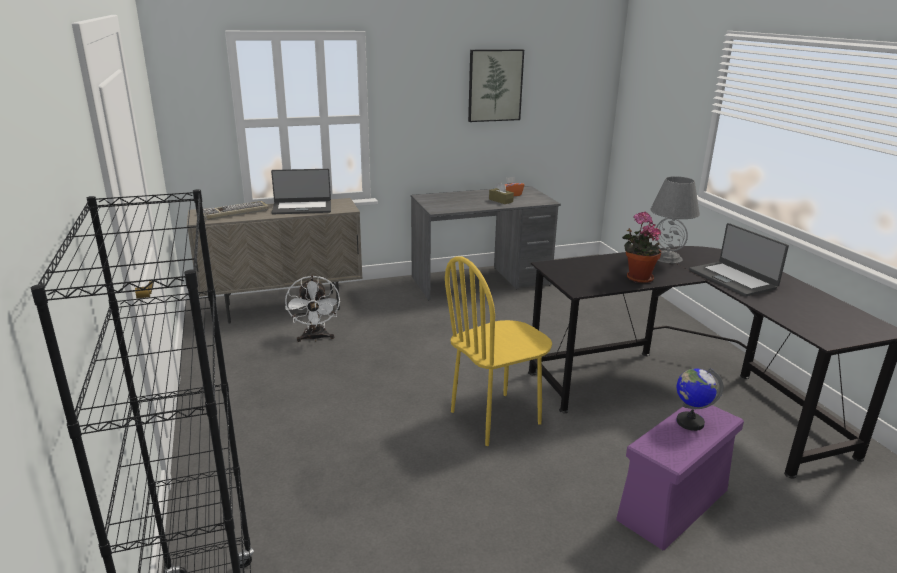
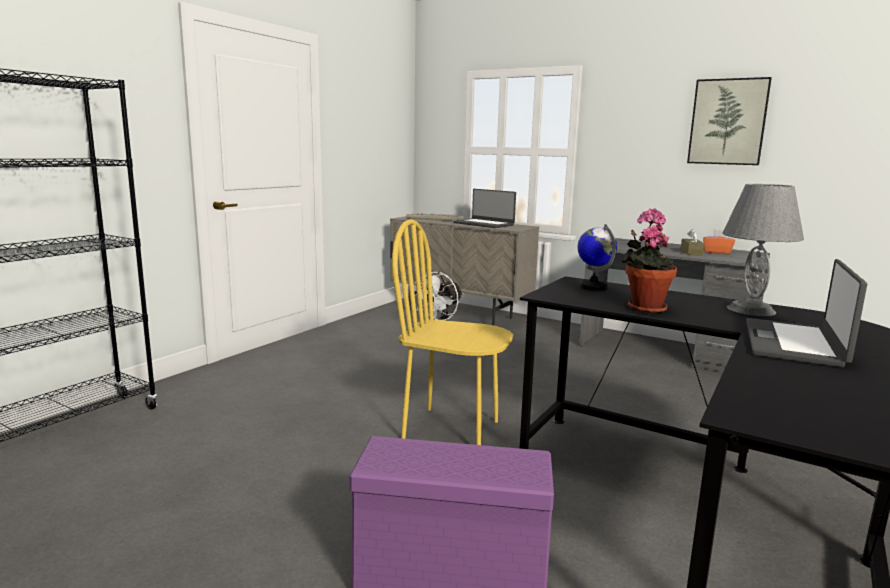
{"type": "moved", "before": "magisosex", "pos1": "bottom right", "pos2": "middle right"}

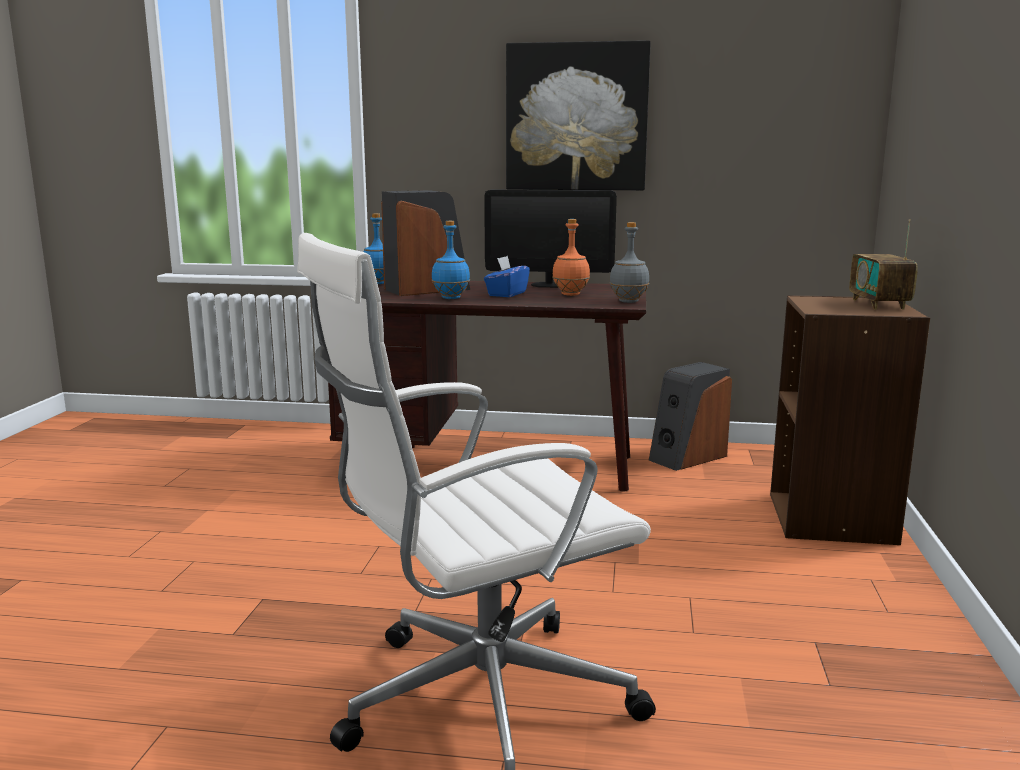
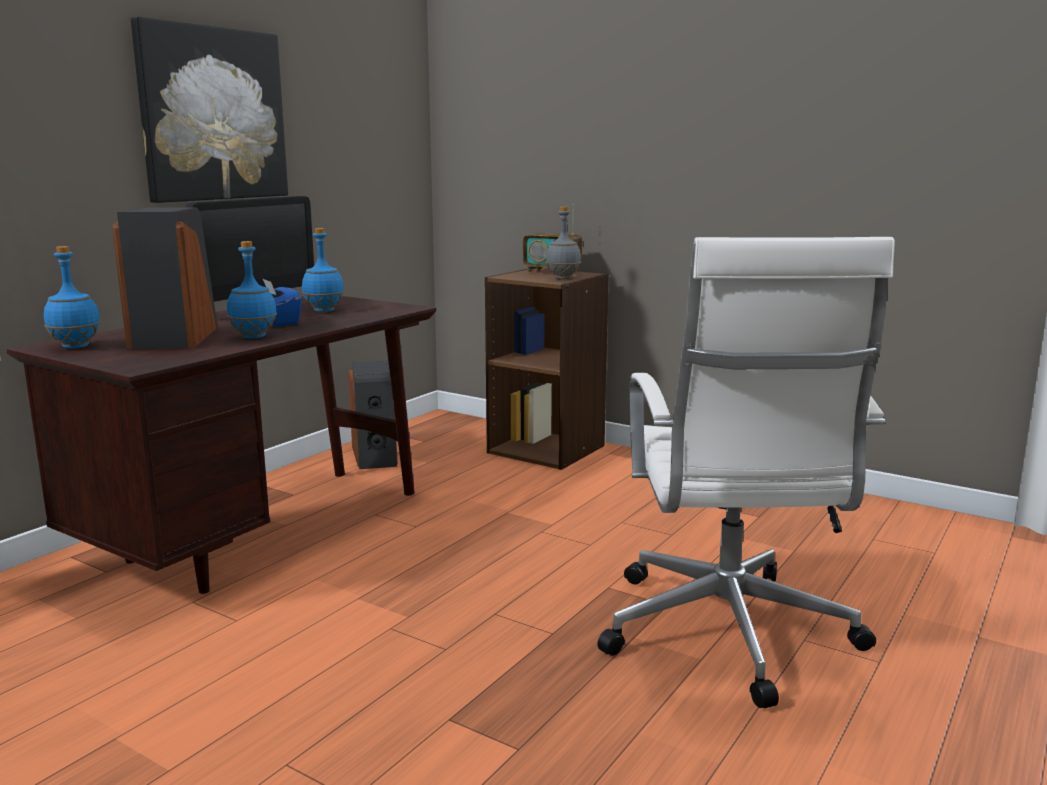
{"type": "recoloured", "before": "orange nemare", "after": "blue nemare (3rd from left)", "pos1": "centre", "pos2": "middle left"}
{"type": "moved", "before": "grey nemare", "pos1": "centre", "pos2": "top centre"}

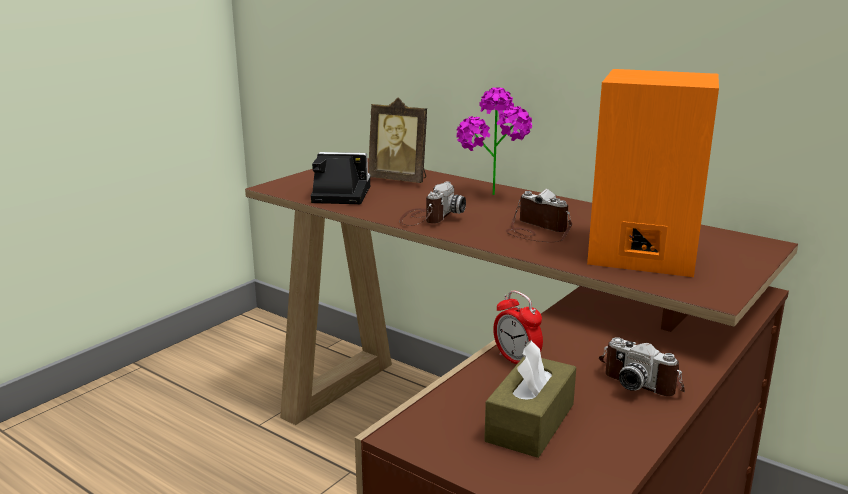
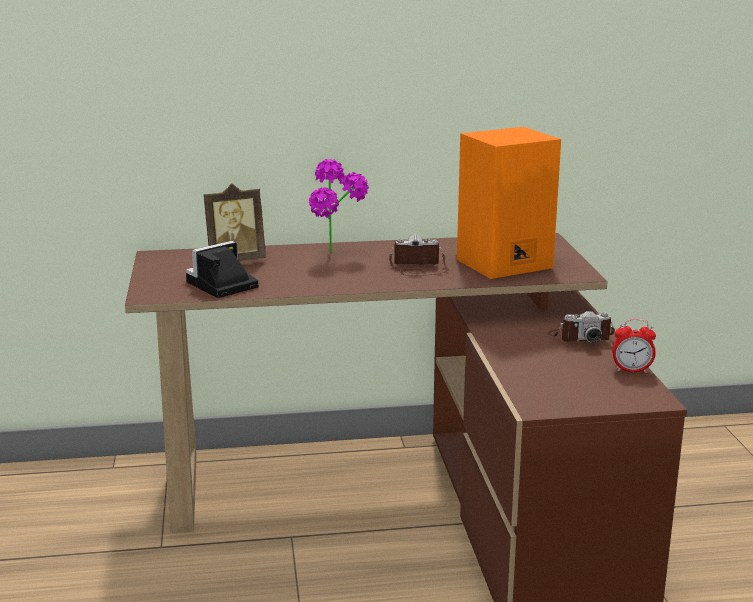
{"type": "removed", "before": "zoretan (2nd from left)", "pos1": "centre"}
{"type": "removed", "before": "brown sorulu", "pos1": "bottom centre"}
{"type": "moved", "before": "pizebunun", "pos1": "centre", "pos2": "middle right"}

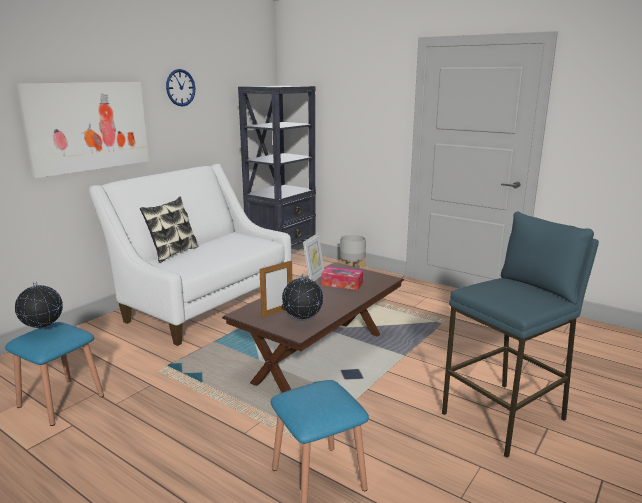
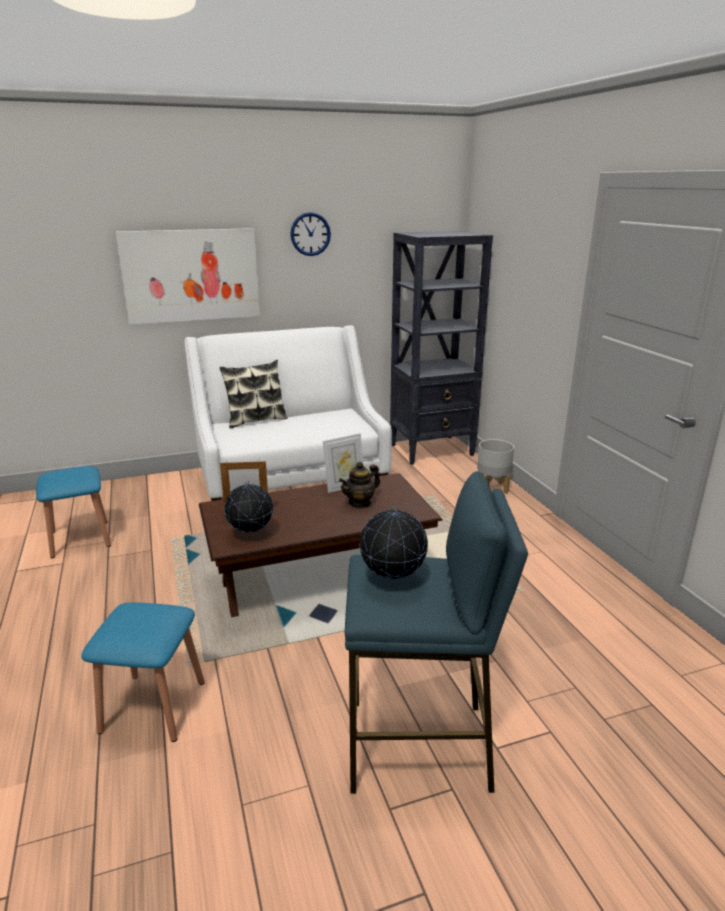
{"type": "moved", "before": "magisosex (1st from left in the first image)", "after": "magisosex (2nd from left)", "pos1": "middle left", "pos2": "centre"}
{"type": "replaced", "before": "sorulu", "after": "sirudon", "pos1": "centre", "pos2": "centre"}

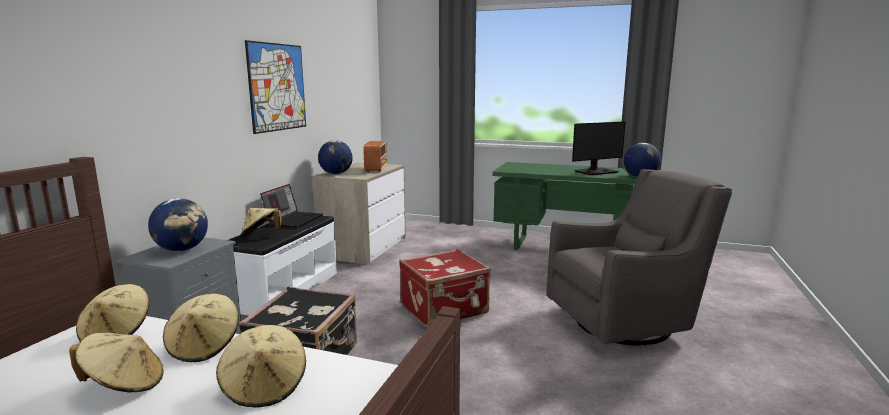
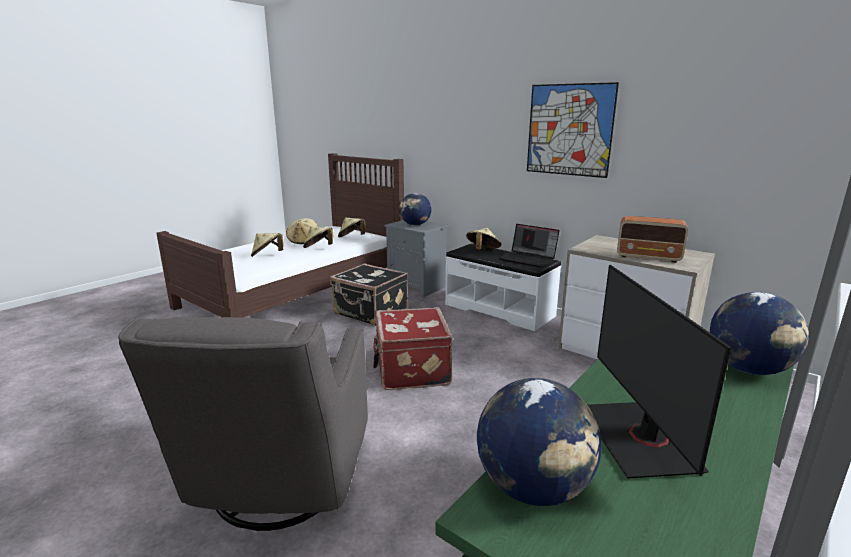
{"type": "moved", "before": "magisosex (2nd from left in the first image)", "after": "magisosex (3rd from left)", "pos1": "centre", "pos2": "middle right"}

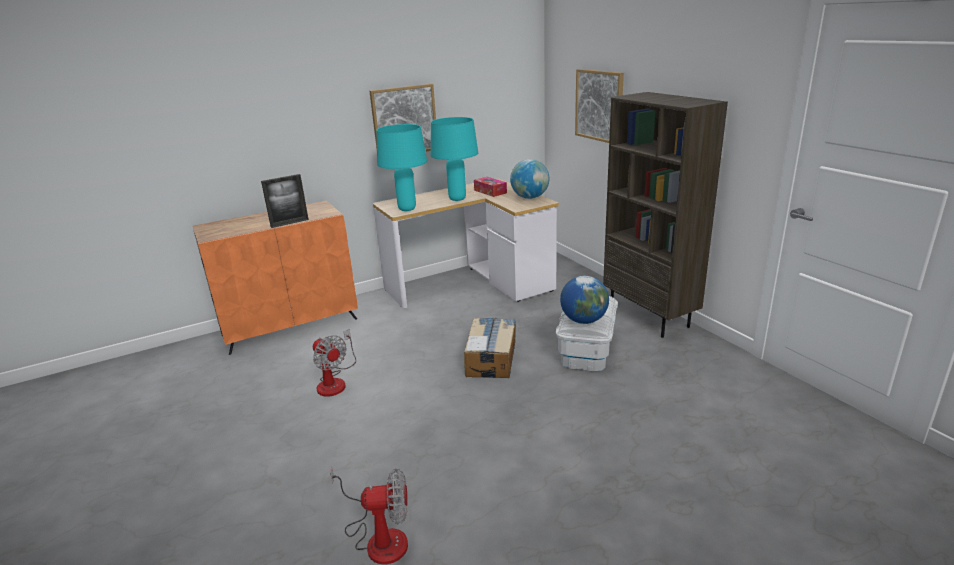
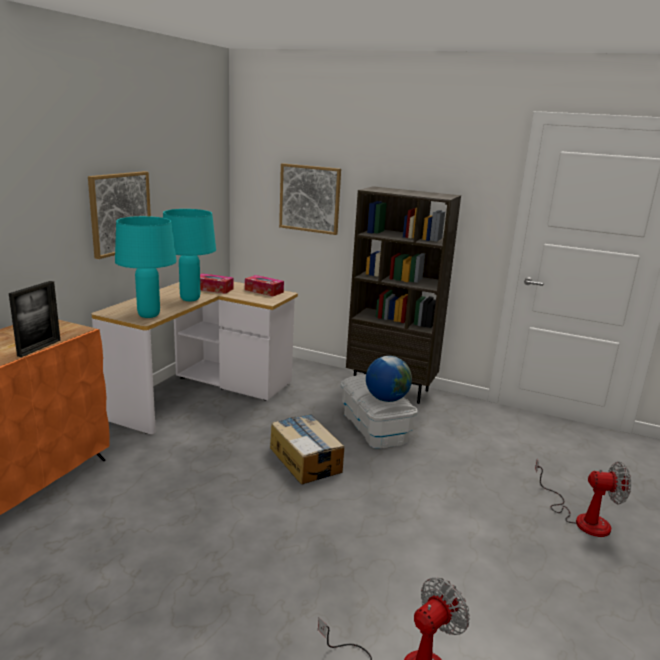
{"type": "moved", "before": "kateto (1st from left in the first image)", "after": "kateto (2nd from left)", "pos1": "centre", "pos2": "bottom right"}
{"type": "replaced", "before": "magisosex (1st from left)", "after": "sorulu (2nd from left)", "pos1": "top centre", "pos2": "centre"}

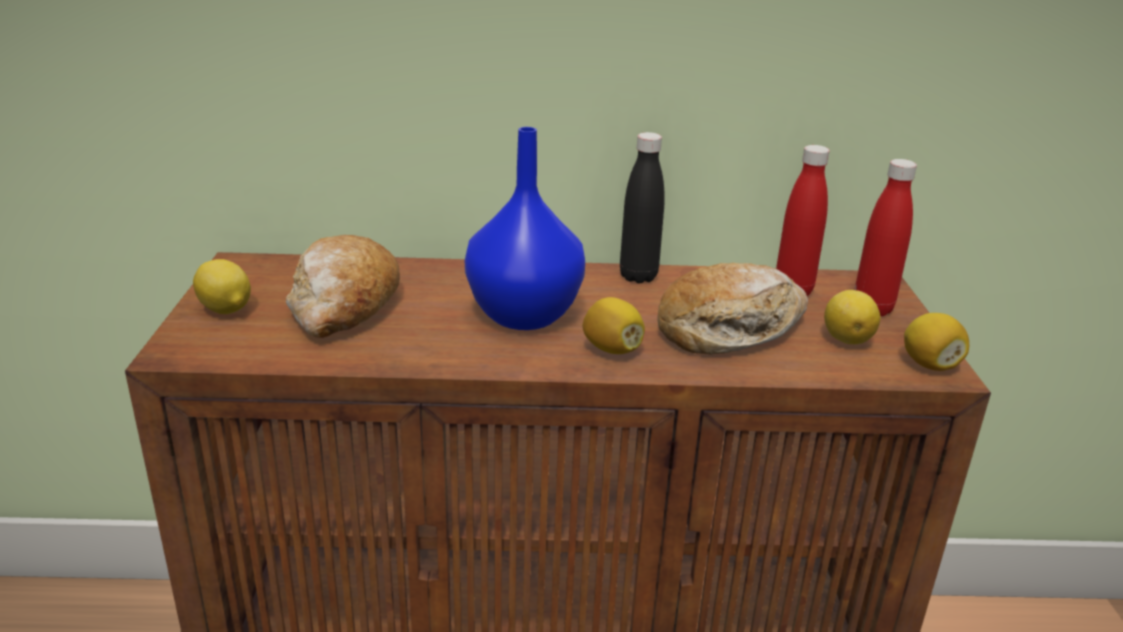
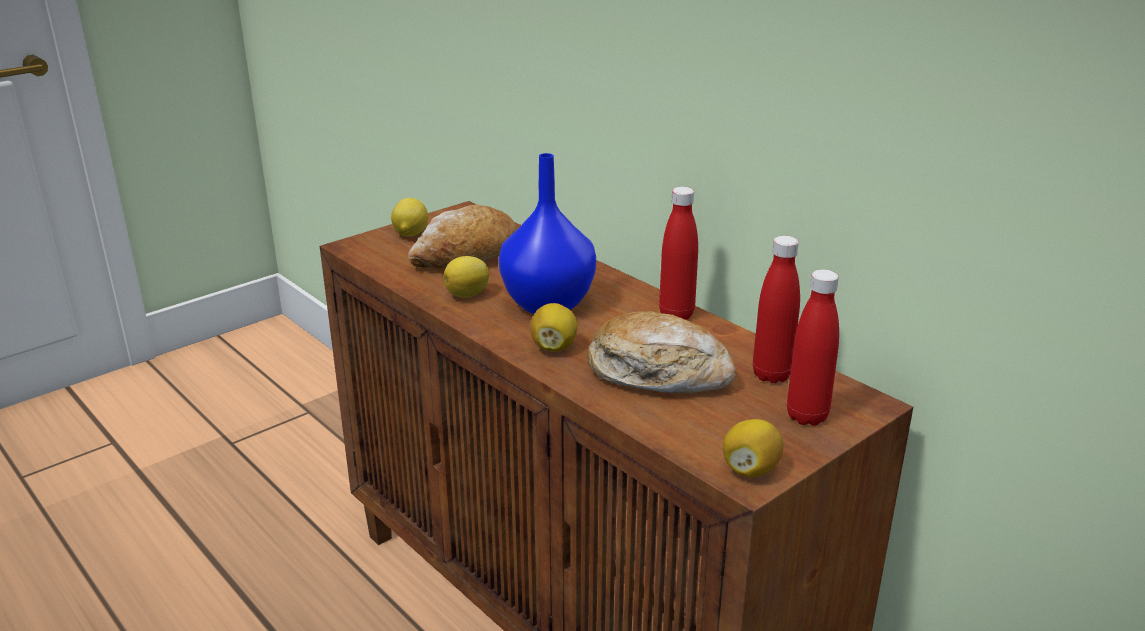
{"type": "recoloured", "before": "black nemare", "after": "red nemare (1st from left)", "pos1": "top centre", "pos2": "centre"}
{"type": "moved", "before": "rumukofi (3rd from left in the first image)", "after": "rumukofi (2nd from left)", "pos1": "middle right", "pos2": "centre"}

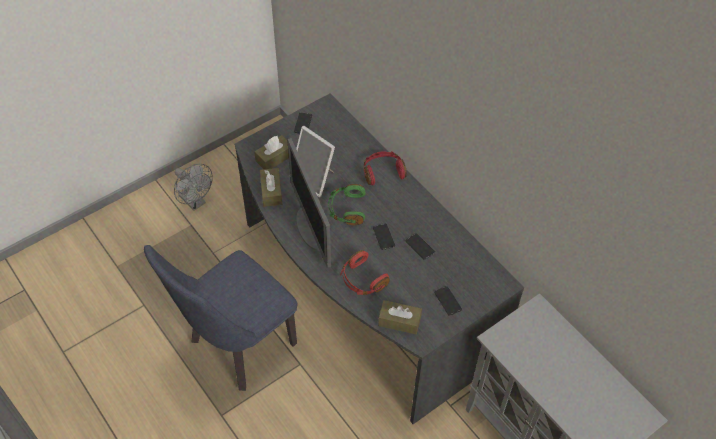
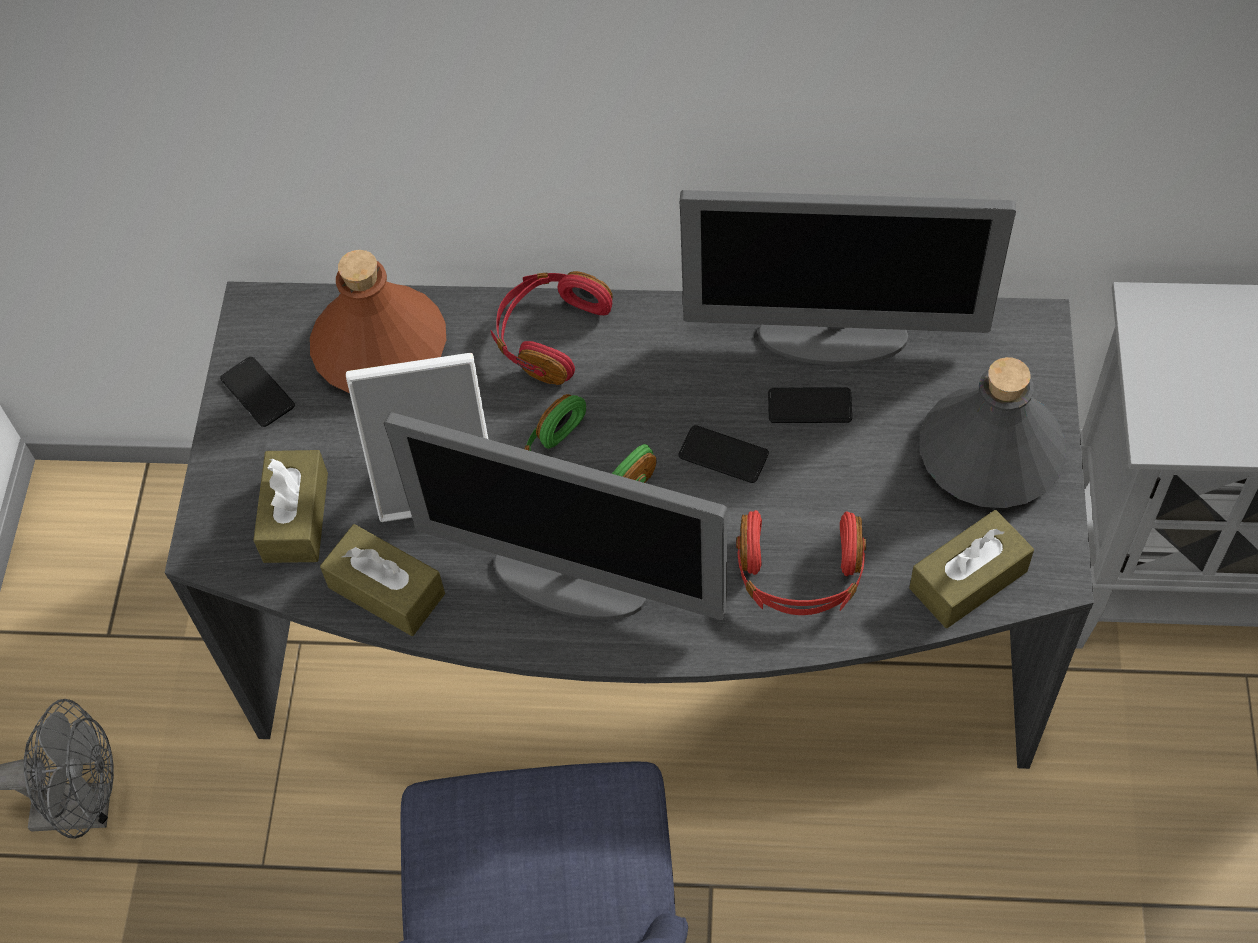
{"type": "replaced", "before": "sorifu (4th from left)", "after": "grey nemare", "pos1": "bottom centre", "pos2": "middle right"}
{"type": "added", "after": "brown nemare", "pos2": "middle left"}
{"type": "added", "after": "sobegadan (2nd from left)", "pos2": "top right"}

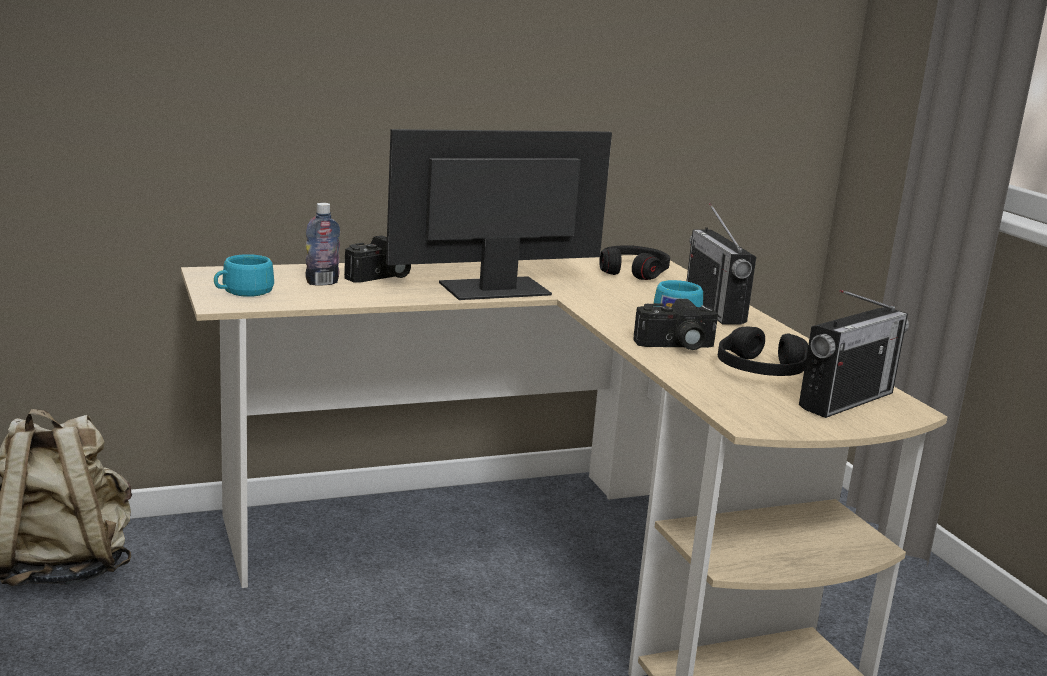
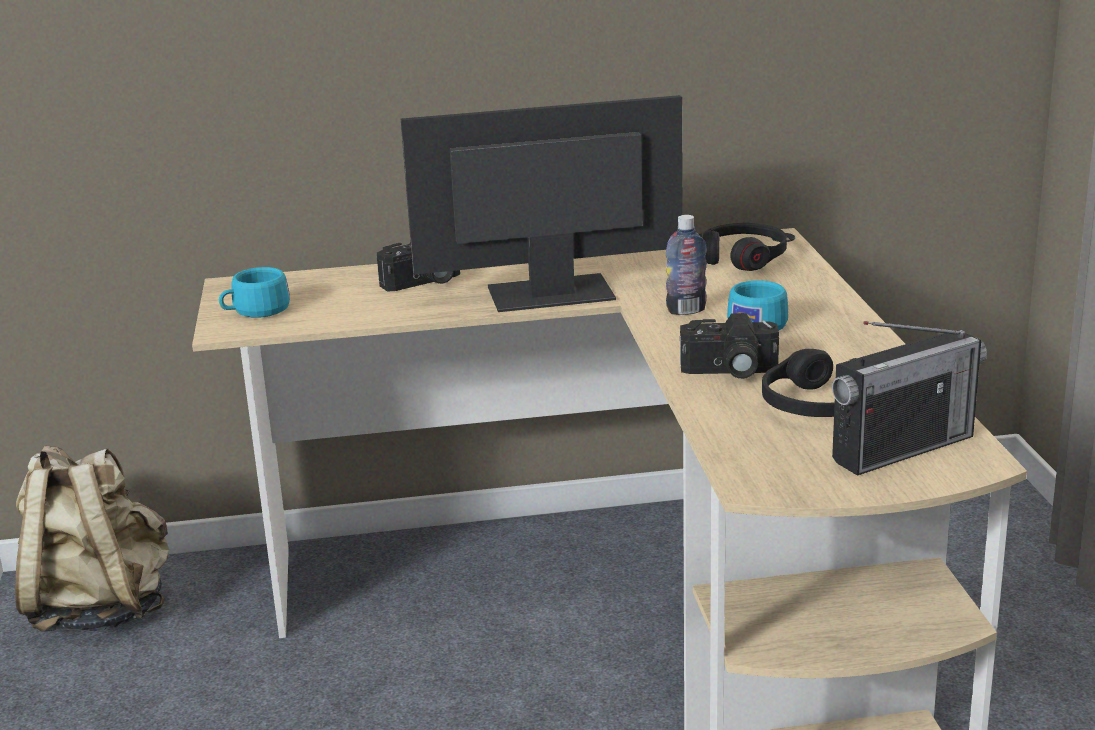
{"type": "moved", "before": "nemare", "pos1": "middle left", "pos2": "centre"}
{"type": "removed", "before": "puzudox (1st from left)", "pos1": "middle right"}

